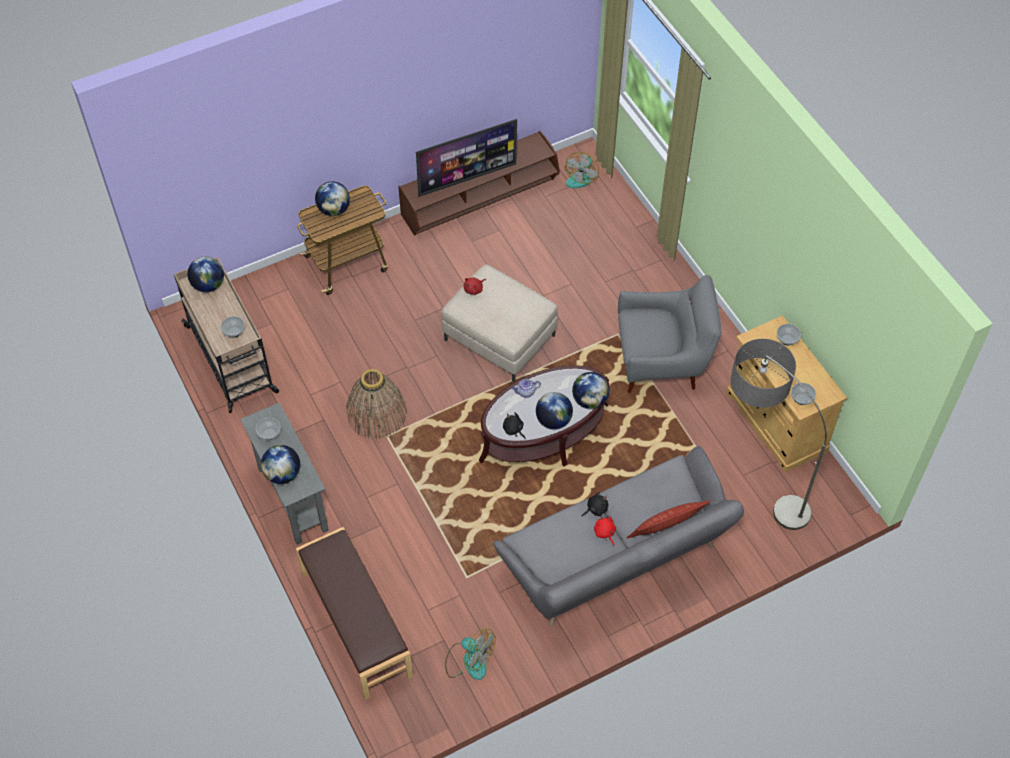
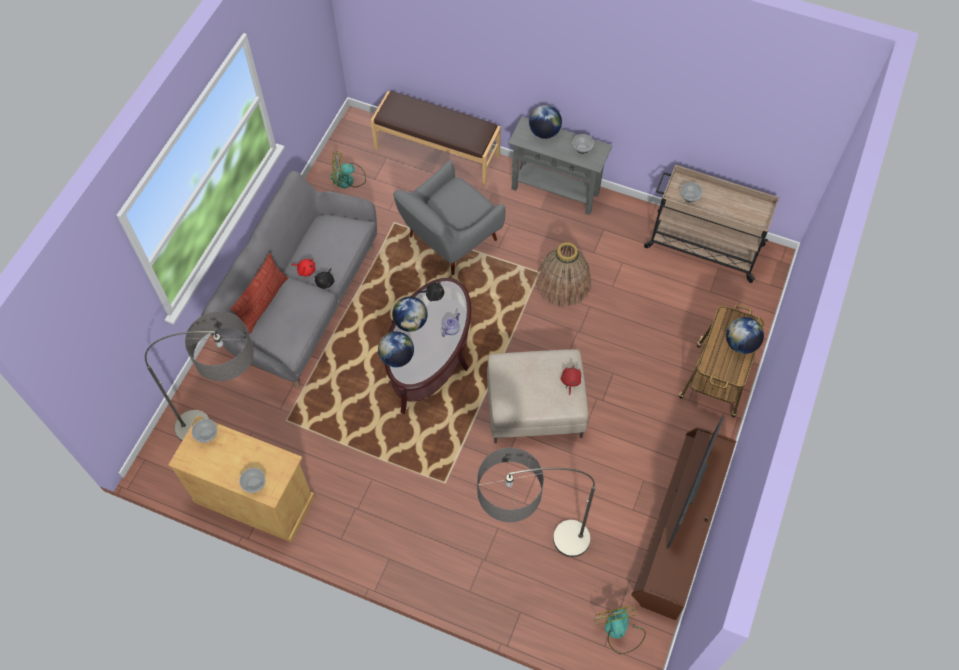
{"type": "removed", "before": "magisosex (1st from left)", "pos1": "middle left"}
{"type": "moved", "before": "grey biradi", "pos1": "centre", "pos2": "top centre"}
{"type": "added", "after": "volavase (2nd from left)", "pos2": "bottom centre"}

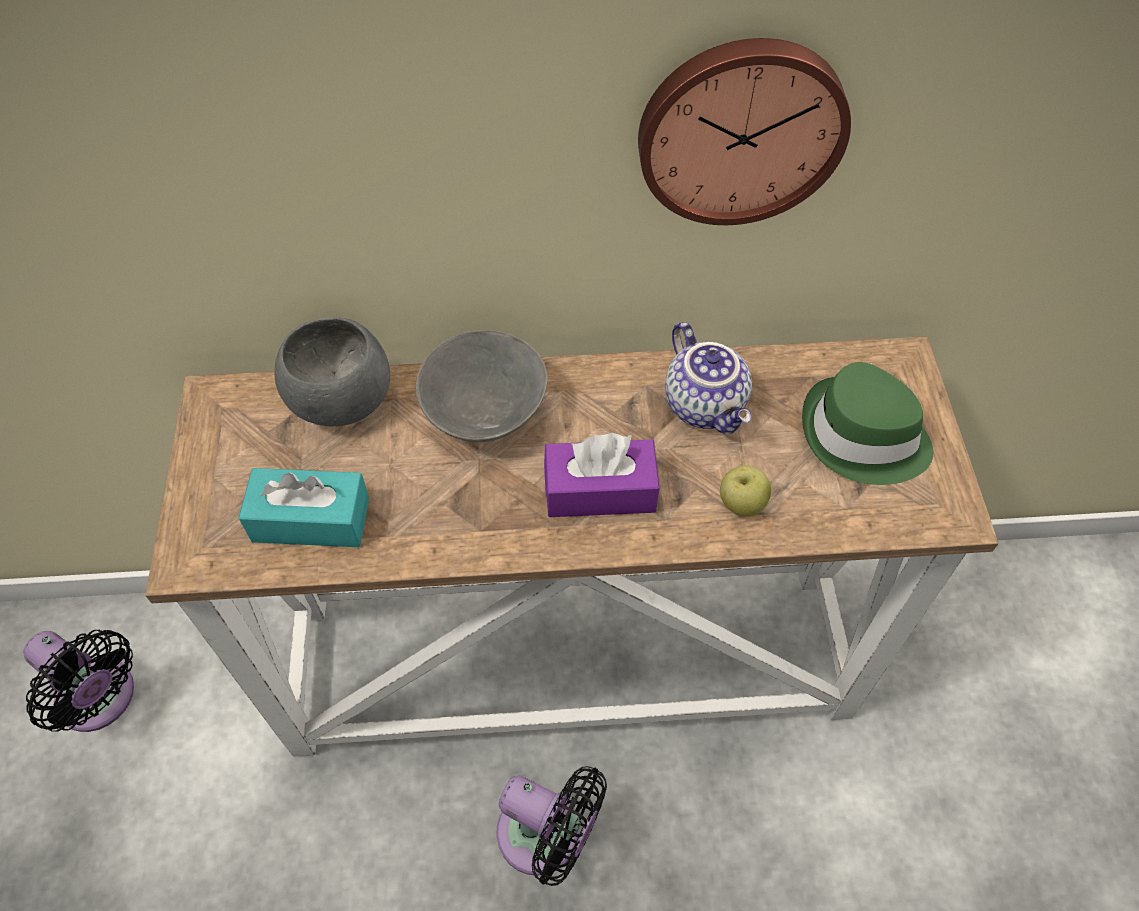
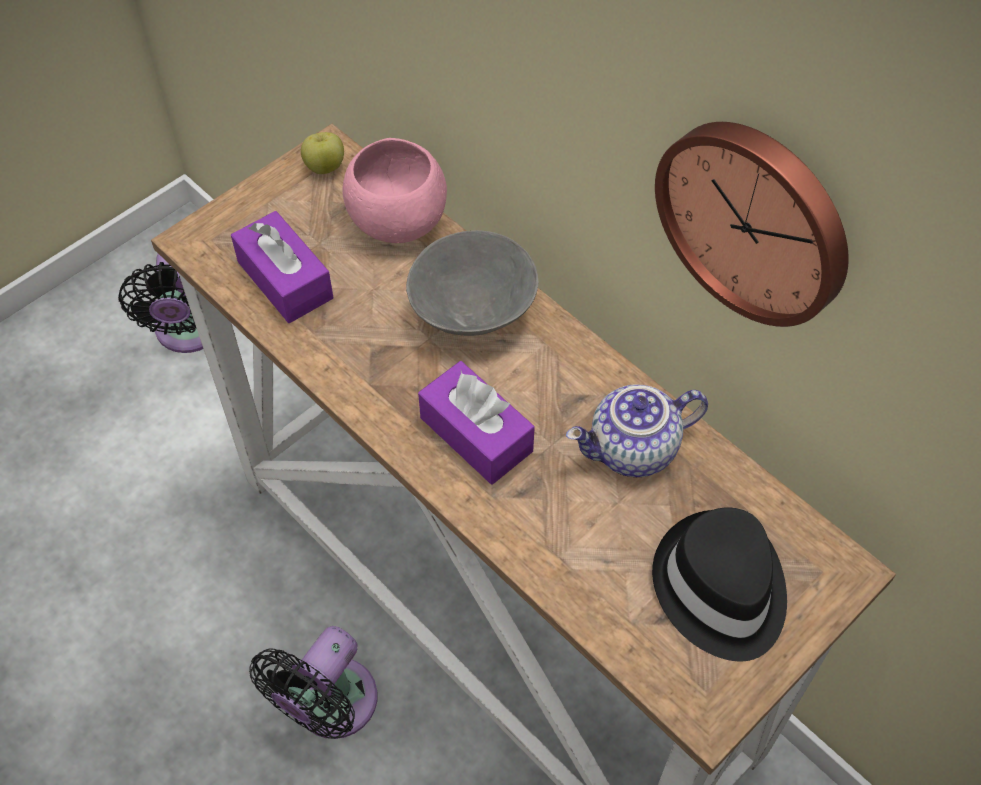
{"type": "recoloured", "before": "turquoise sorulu", "after": "purple sorulu (1st from left)", "pos1": "middle left", "pos2": "middle left"}
{"type": "recoloured", "before": "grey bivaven (1st from left)", "after": "pink bivaven", "pos1": "middle left", "pos2": "top centre"}
{"type": "turned", "before": "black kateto (2nd from left)", "pos1": "bottom centre", "pos2": "bottom left", "turn": 45}
{"type": "turned", "before": "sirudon", "pos1": "centre", "pos2": "centre", "turn": 45}
{"type": "moved", "before": "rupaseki", "pos1": "centre", "pos2": "top left"}
{"type": "recoloured", "before": "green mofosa", "after": "black mofosa", "pos1": "middle right", "pos2": "bottom right"}

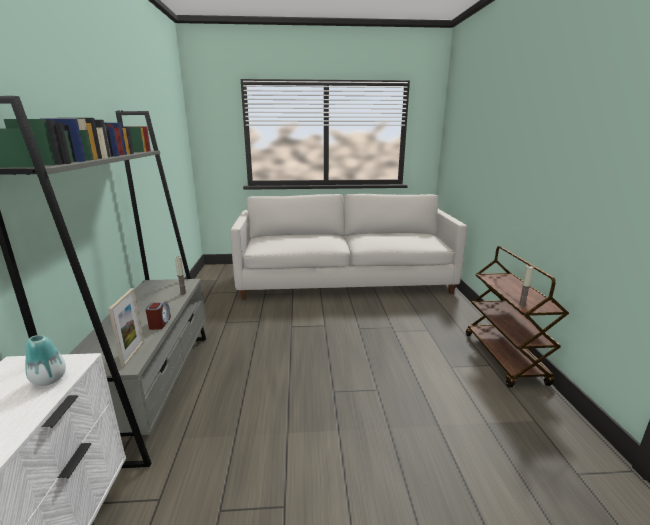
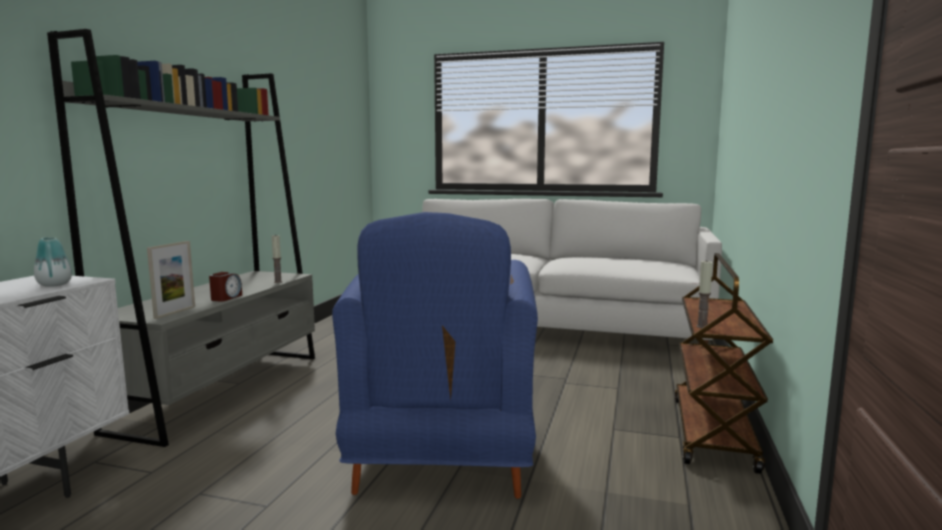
{"type": "added", "after": "blue biradi", "pos2": "bottom centre"}

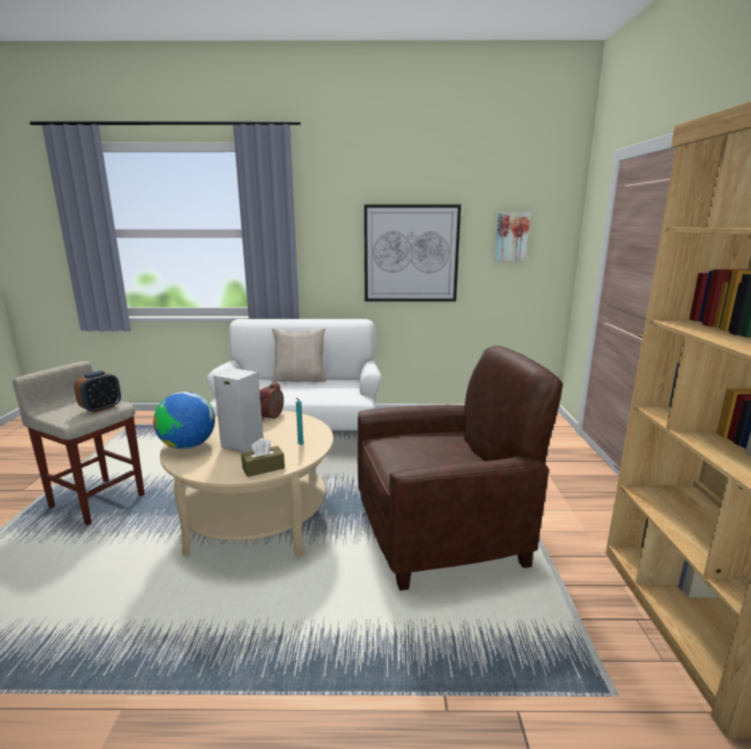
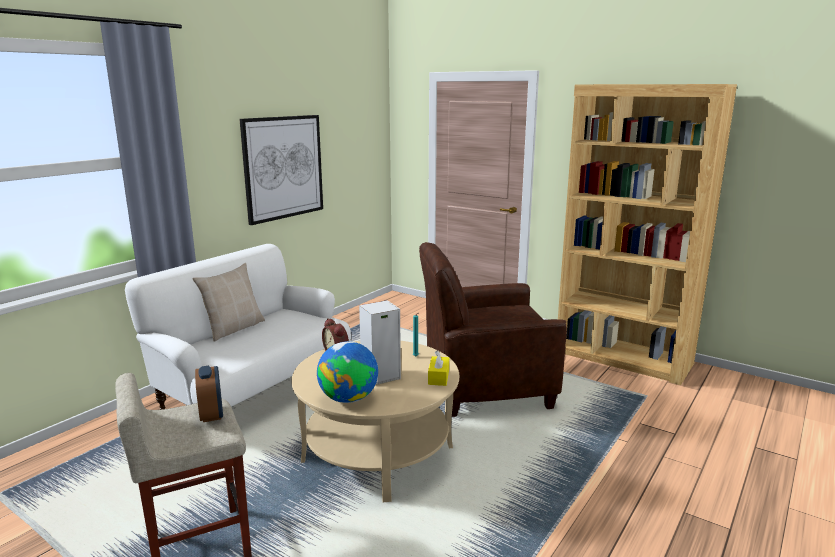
{"type": "recoloured", "before": "brown sorulu", "after": "yellow sorulu", "pos1": "centre", "pos2": "centre"}
{"type": "turned", "before": "brown biradi", "pos1": "centre", "pos2": "centre", "turn": -120}
{"type": "removed", "before": "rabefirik (2nd from left)", "pos1": "top right"}

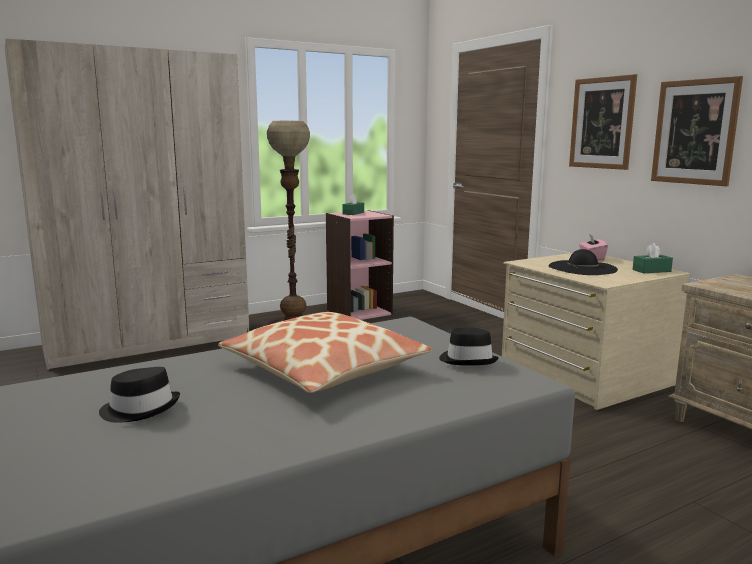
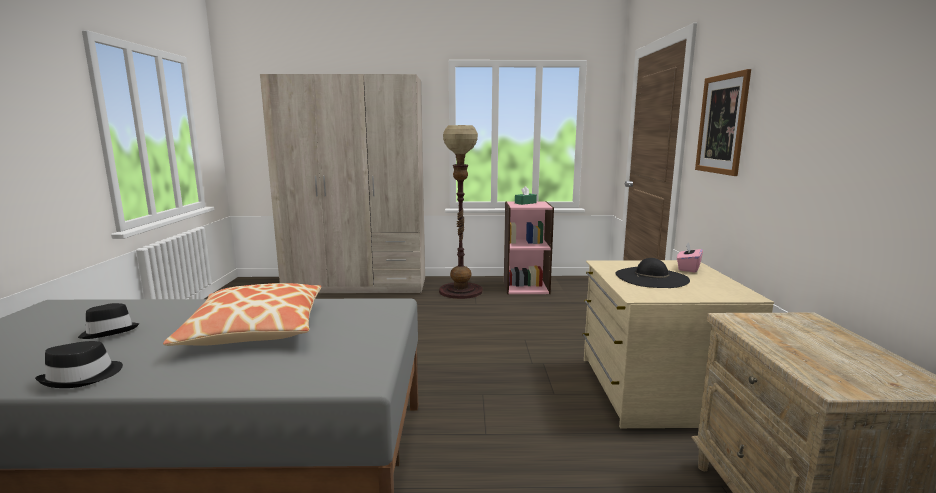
{"type": "moved", "before": "black mofosa (2nd from left in the first image)", "after": "black mofosa (1st from left)", "pos1": "centre", "pos2": "bottom left"}
{"type": "removed", "before": "green sorulu (2nd from left)", "pos1": "middle right"}
{"type": "removed", "before": "rabefirik (2nd from left)", "pos1": "top right"}

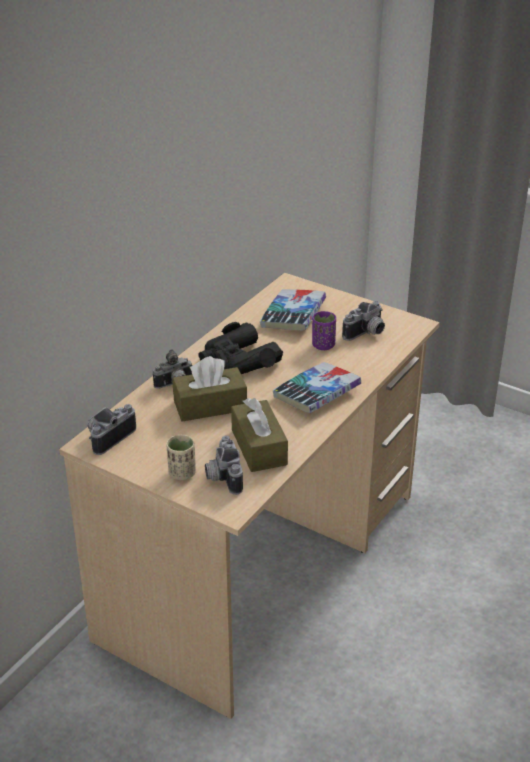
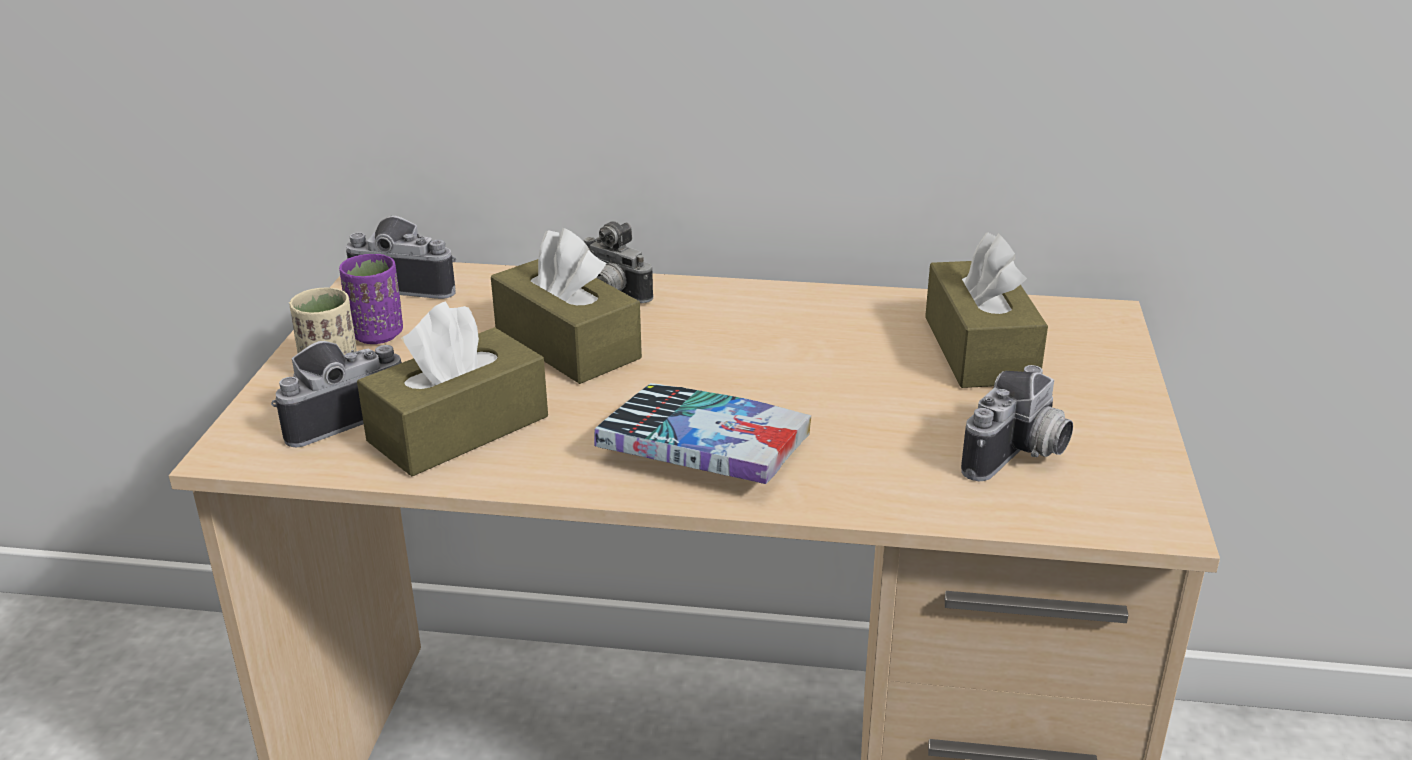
{"type": "removed", "before": "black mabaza", "pos1": "centre"}
{"type": "replaced", "before": "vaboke (1st from left)", "after": "brown sorulu (3rd from left)", "pos1": "centre", "pos2": "middle right"}
{"type": "moved", "before": "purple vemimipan", "pos1": "centre", "pos2": "middle left"}
{"type": "turned", "before": "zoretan (4th from left)", "pos1": "middle right", "pos2": "middle right", "turn": -75}

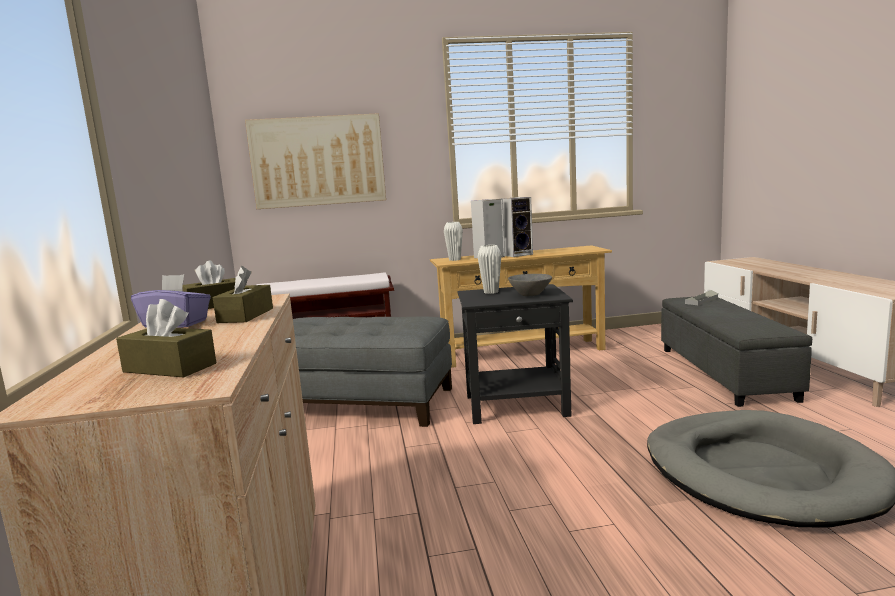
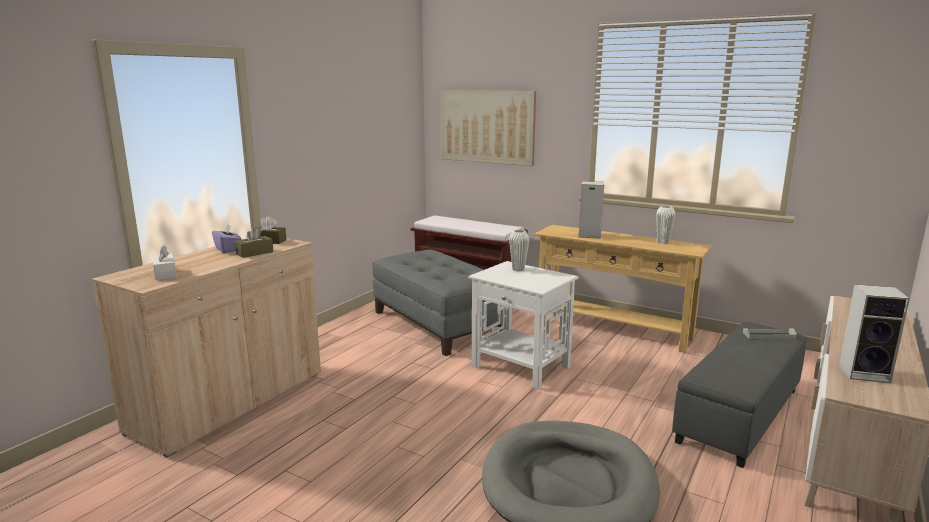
{"type": "recoloured", "before": "brown sorulu (1st from left)", "after": "white sorulu", "pos1": "middle left", "pos2": "middle left"}
{"type": "moved", "before": "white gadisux (1st from left in the first image)", "after": "white gadisux (2nd from left)", "pos1": "centre", "pos2": "middle right"}
{"type": "recoloured", "before": "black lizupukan", "after": "white lizupukan", "pos1": "centre", "pos2": "centre"}
{"type": "moved", "before": "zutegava (2nd from left)", "pos1": "centre", "pos2": "middle right"}
{"type": "removed", "before": "grey bivaven", "pos1": "centre"}

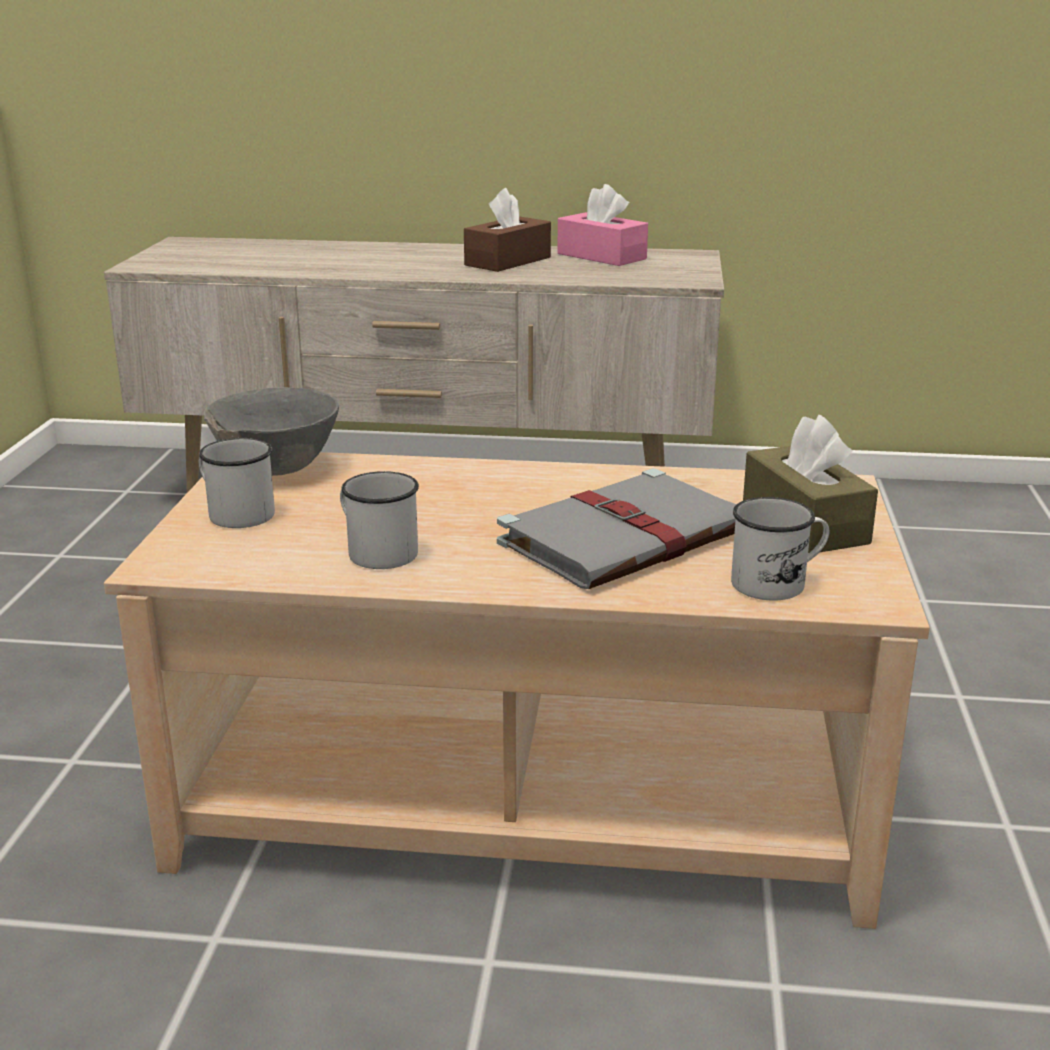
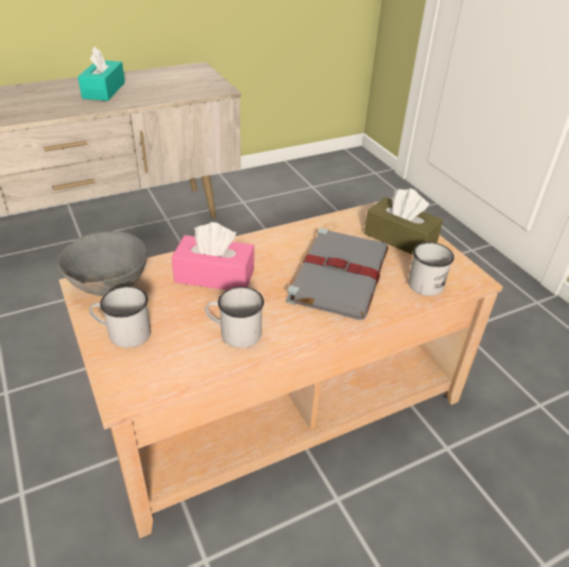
{"type": "recoloured", "before": "brown sorulu (1st from left)", "after": "turquoise sorulu", "pos1": "top centre", "pos2": "top left"}
{"type": "moved", "before": "pink sorulu", "pos1": "top centre", "pos2": "centre"}

